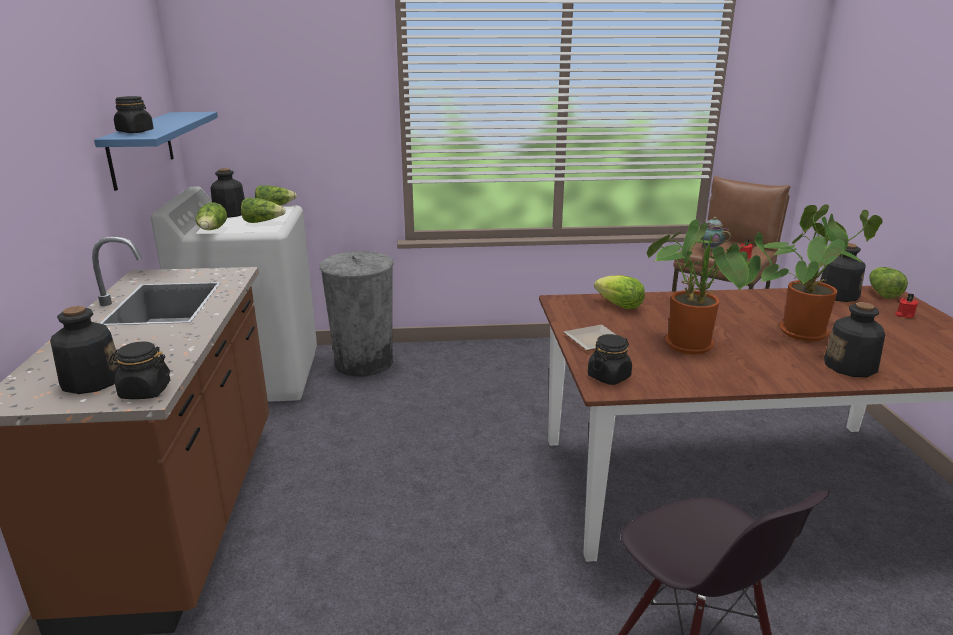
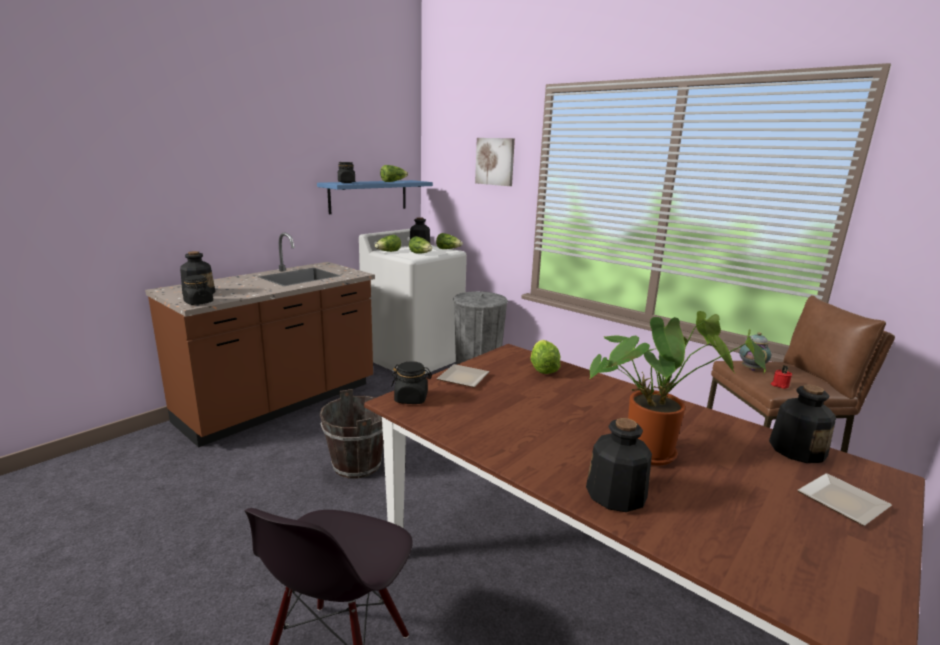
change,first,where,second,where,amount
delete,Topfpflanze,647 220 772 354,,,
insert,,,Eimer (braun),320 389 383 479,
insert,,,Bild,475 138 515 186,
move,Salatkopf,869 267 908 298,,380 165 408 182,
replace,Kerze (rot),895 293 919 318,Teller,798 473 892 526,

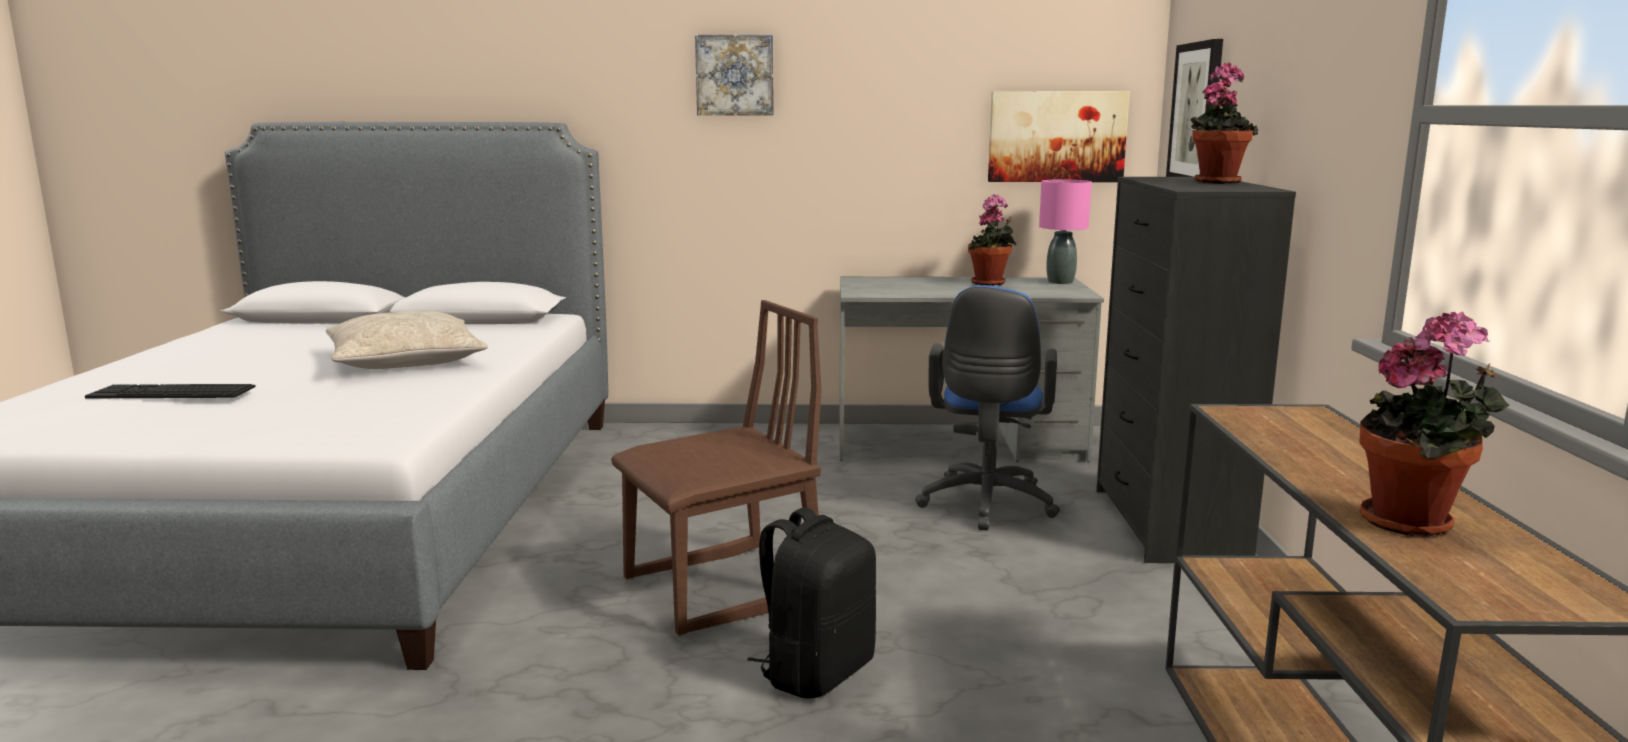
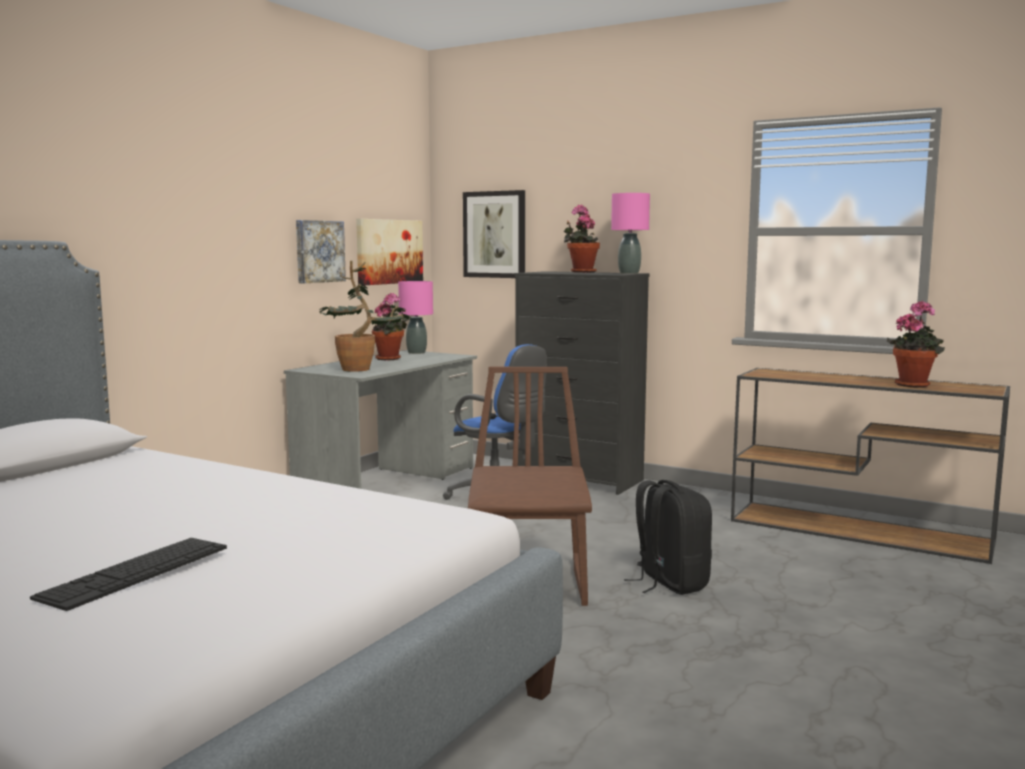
change,first,where,second,where,amount
delete,Kissen (beige),326 311 488 369,,,
insert,,,Topfpflanze,319 261 411 372,
insert,,,Tischlampe (rosa),611 193 650 274,
move,Bild,695 35 774 116,,296 220 346 283,

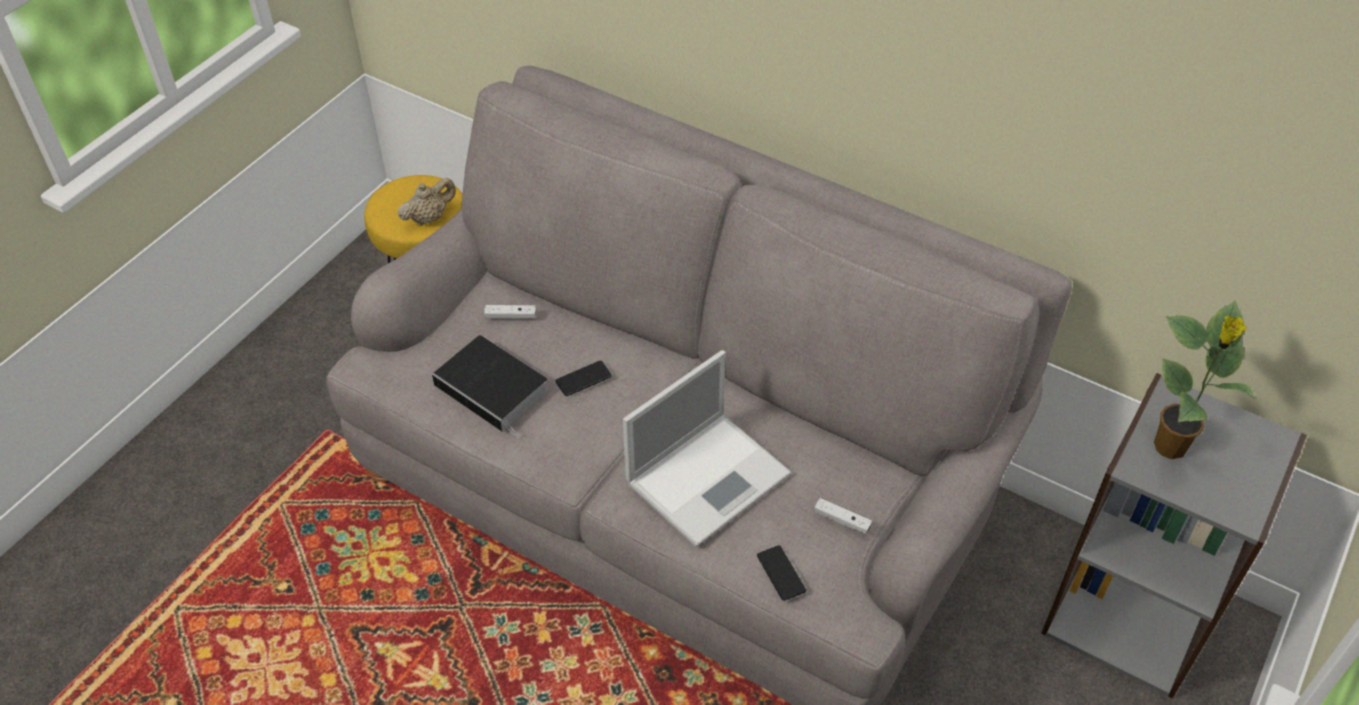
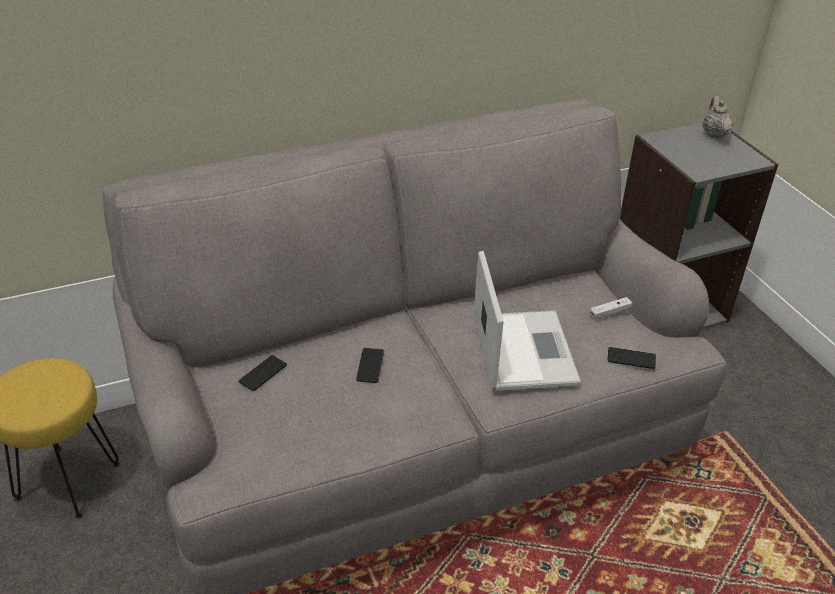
change,first,where,second,where,amount
delete,Buch,432 335 548 438,,,
delete,Topfpflanze,1154 300 1256 459,,,
move,Teekanne (beige),398 178 456 225,,703 96 733 139,
replace,Gamepad (weiß),484 305 536 319,Handy,238 355 287 391,

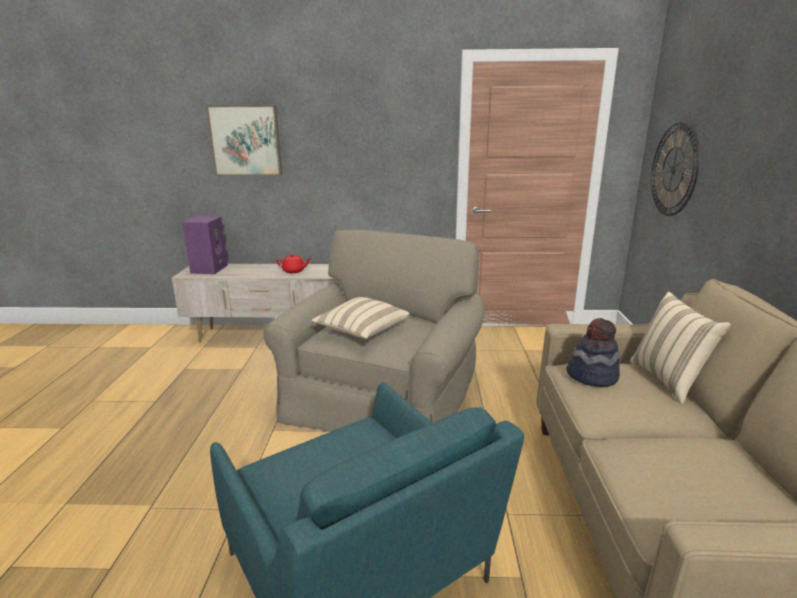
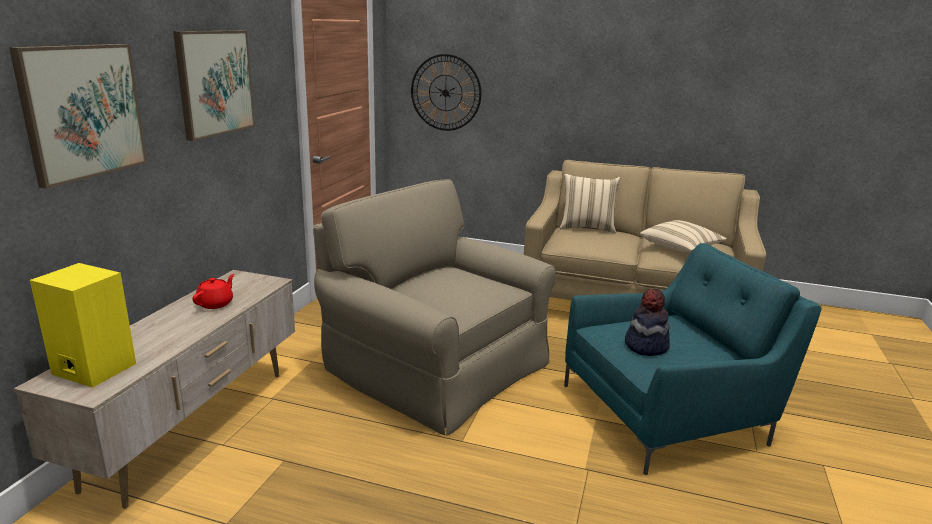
change,first,where,second,where,amount
insert,,,Bild,173 31 255 141,
move,Kissen (beige),311 297 410 339,,640 220 727 252,
move,Hut,566 318 620 387,,625 289 670 356,
recolor,Lautsprecher (lila),182 216 228 274,Lautsprecher (gelb),30 263 136 388,

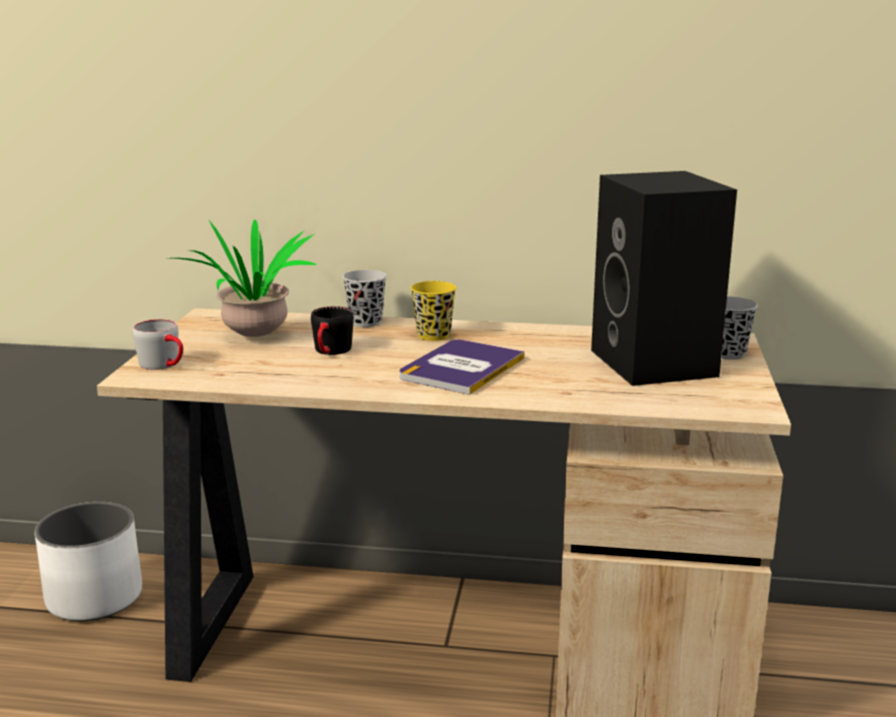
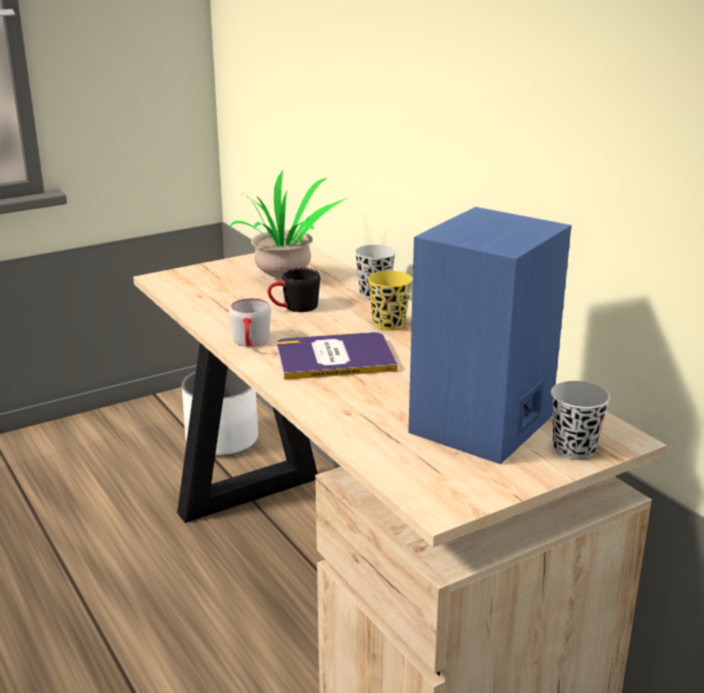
change,first,where,second,where,amount
move,Henkelbecher (grau),132 319 183 370,,229 298 271 347,
recolor,Lautsprecher (schwarz),591 171 737 386,Lautsprecher (blau),408 207 571 464,

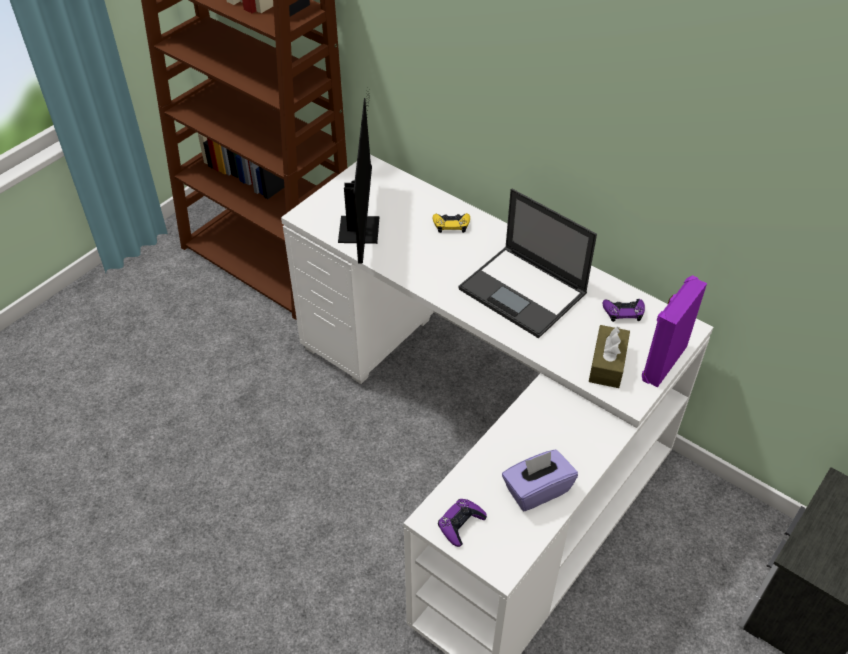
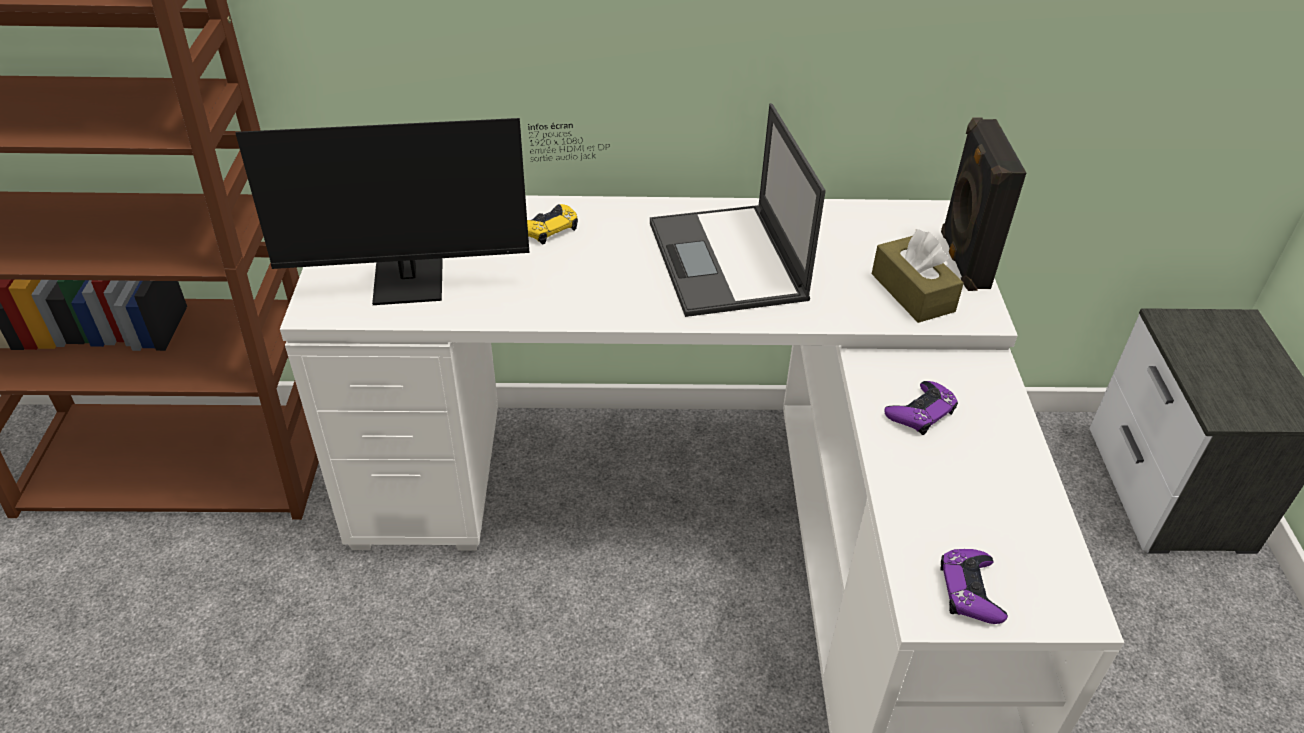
change,first,where,second,where,amount
delete,Taschentuchbox (lila),502 450 578 511,,,
move,Gamepad (lila),603 299 645 322,,884 381 958 435,
recolor,Lautsprecher (lila),642 275 707 387,Lautsprecher (schwarz),941 117 1026 291,
rotate,Monitor,338 86 379 264,,235 118 610 305,120 degrees clockwise
rotate,Laptop,458 189 597 338,,650 103 826 317,75 degrees clockwise

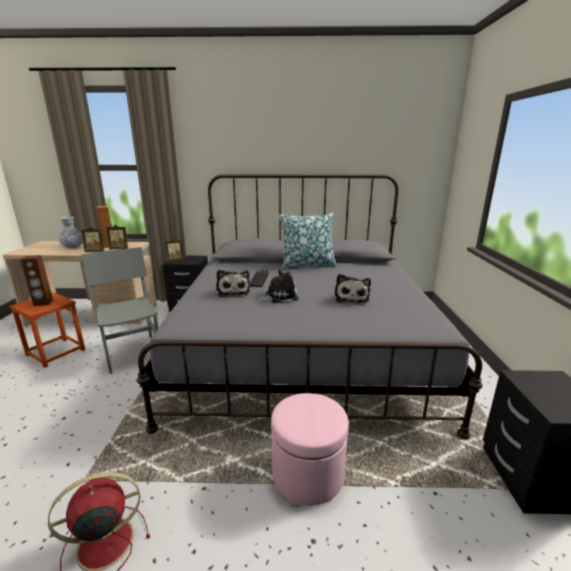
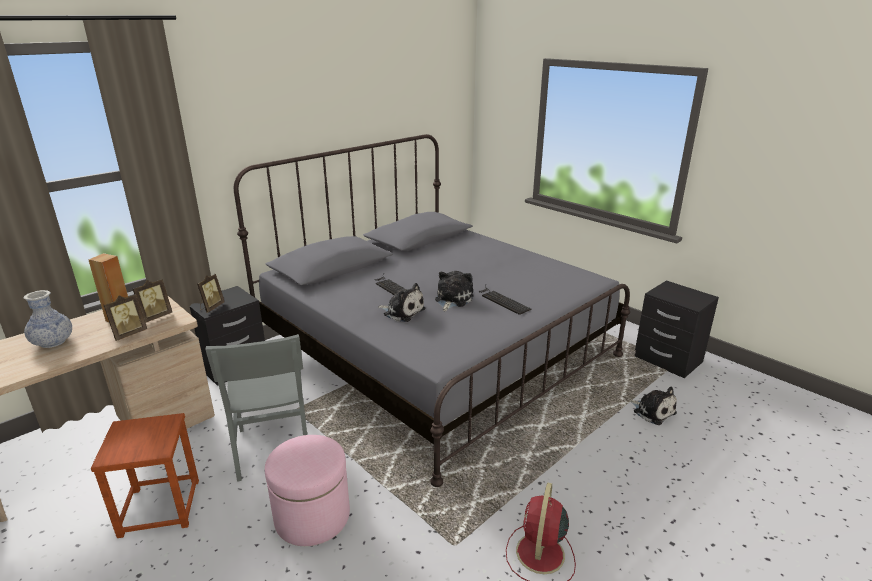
change,first,where,second,where,amount
delete,Lautsprecher (braun),21 255 53 306,,,
delete,Kissen,279 213 337 269,,,
insert,,,Tastatur,478 284 532 315,
move,Polsterhocker (rosa),271 393 349 506,,265 435 350 546,
move,Plüschtier,334 274 371 303,,629 387 677 425,
rotate,Stuhl (grau),81 247 158 374,,205 334 307 482,120 degrees counterclockwise

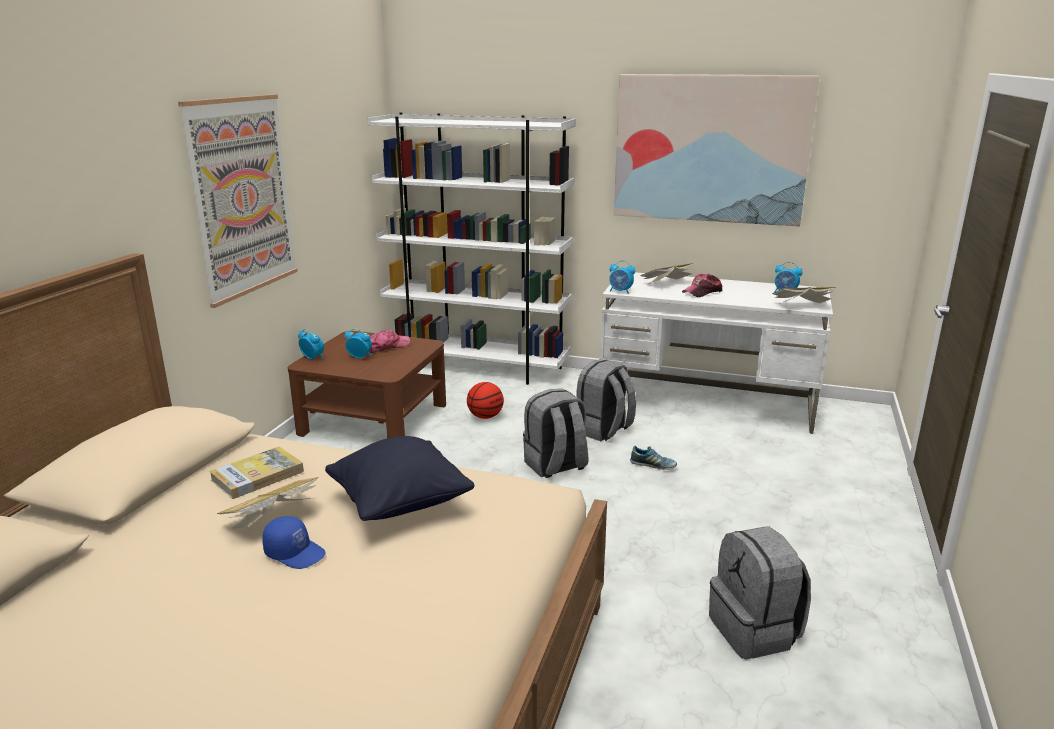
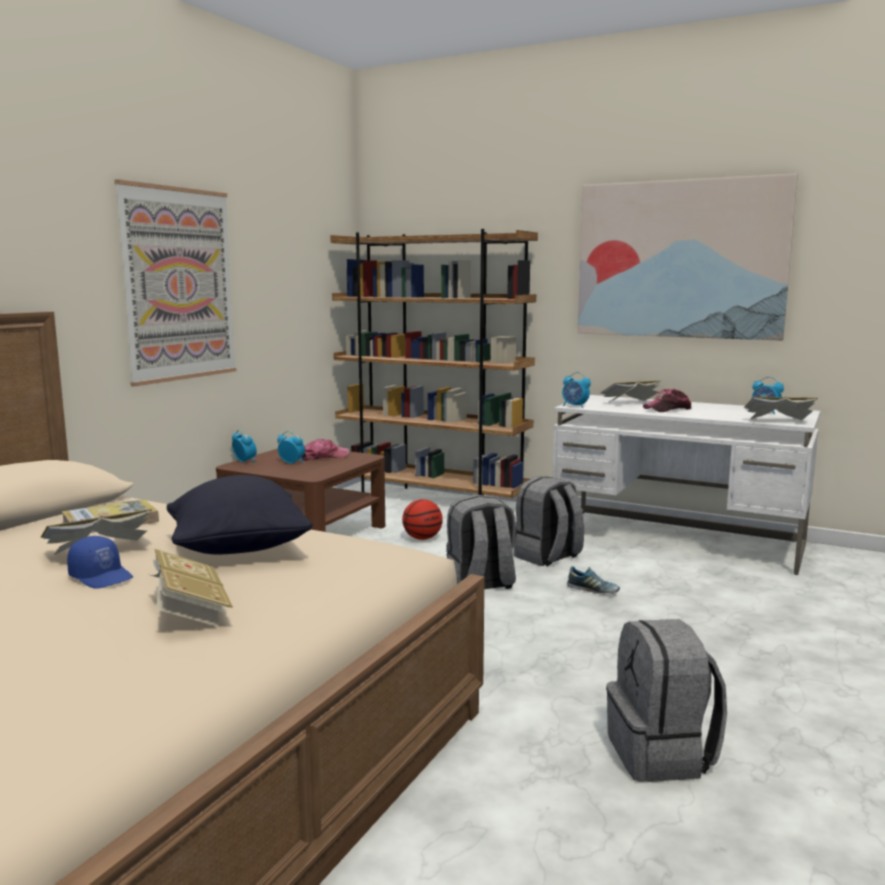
change,first,where,second,where,amount
insert,,,Buch,151 549 233 626,
recolor,Bücherregal (weiß),367 113 576 385,Bücherregal (braun),330 229 538 498,

